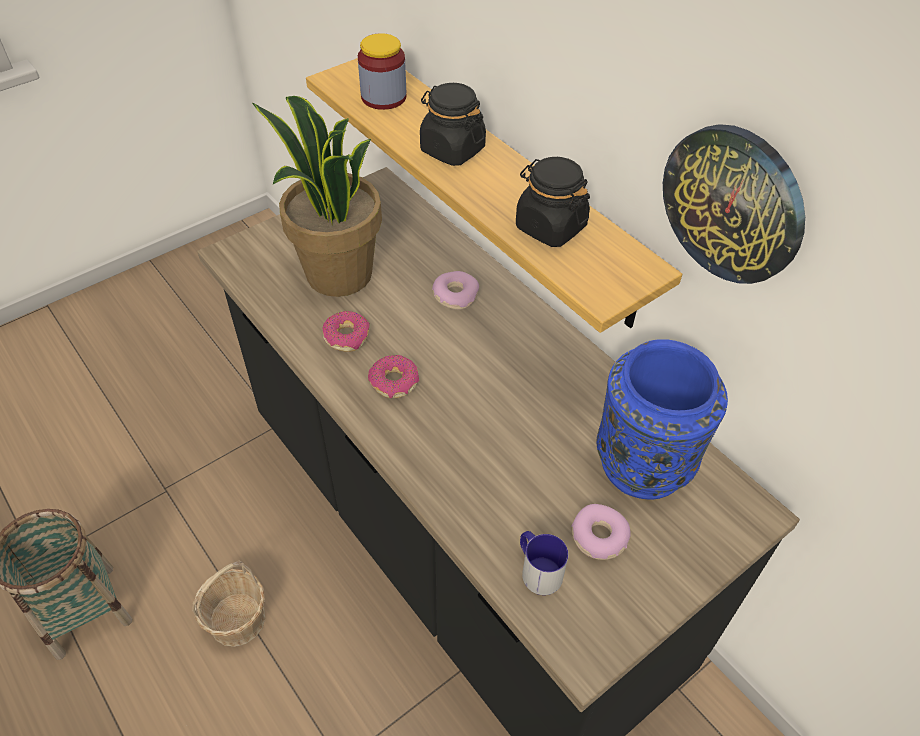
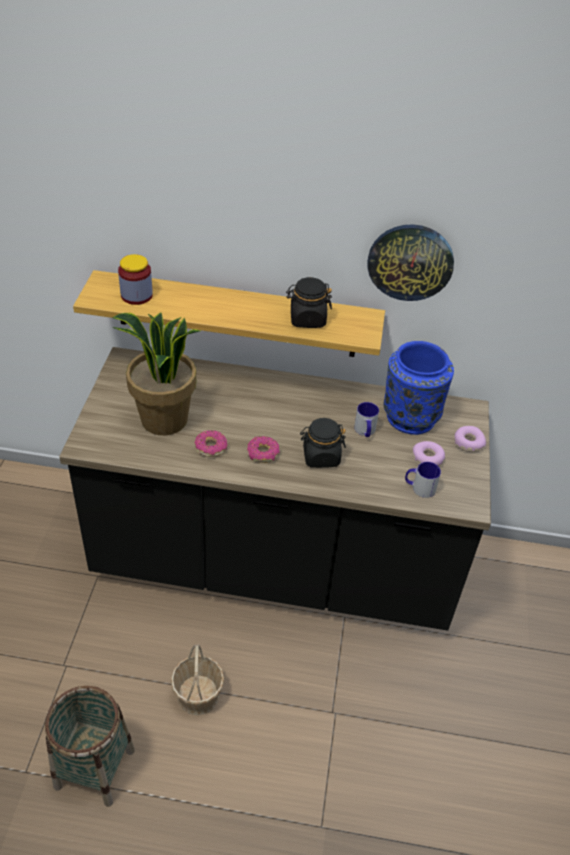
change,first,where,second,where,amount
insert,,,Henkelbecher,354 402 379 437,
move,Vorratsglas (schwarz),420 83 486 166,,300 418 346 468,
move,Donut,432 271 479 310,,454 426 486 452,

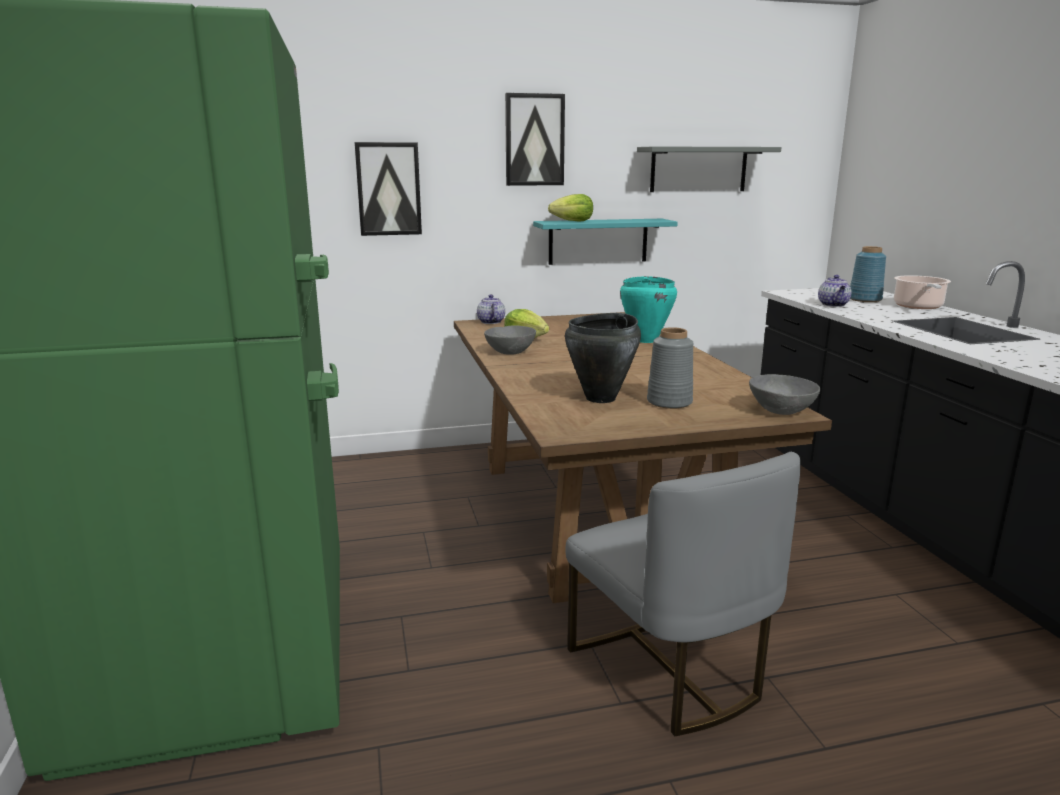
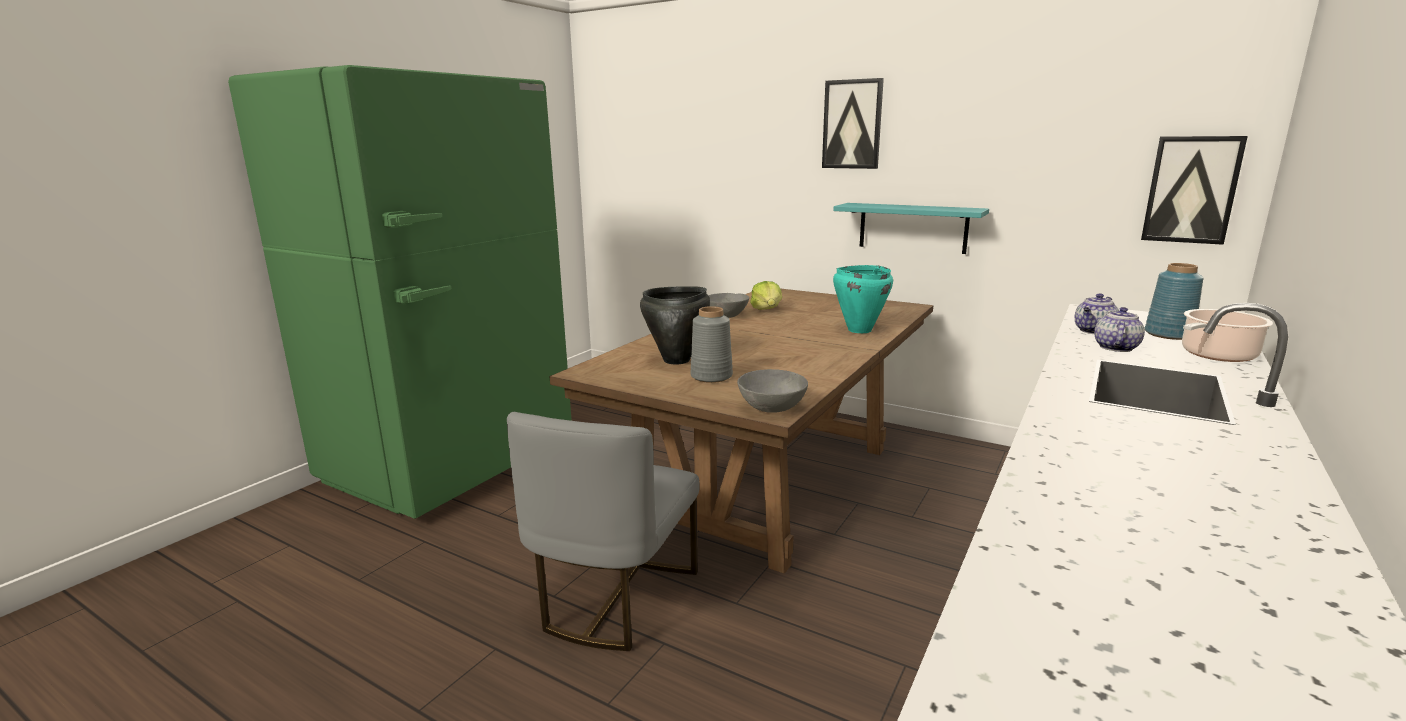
change,first,where,second,where,amount
delete,Salatkopf,548 194 593 222,,,
delete,Wandregal (grau),637 146 782 192,,,
move,Bild,355 142 422 236,,1141 136 1248 245,
move,Teekanne,477 294 505 324,,1094 307 1145 352,

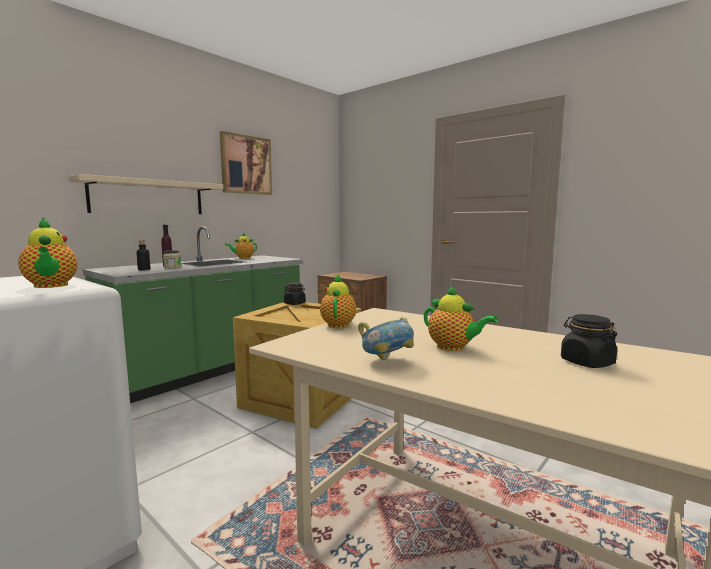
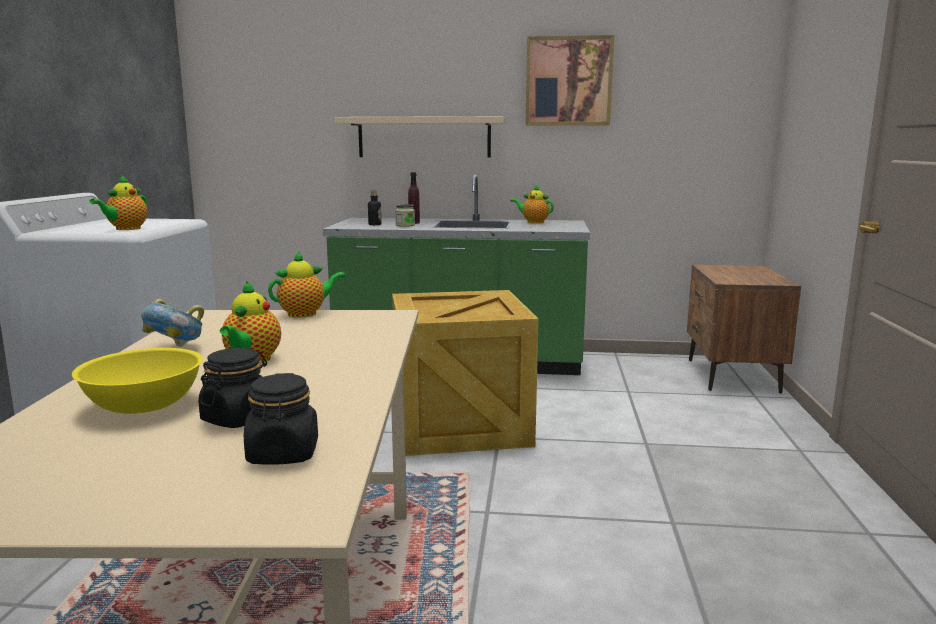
change,first,where,second,where,amount
insert,,,Schüssel (gelb),72 348 203 414,
move,Vorratsglas (schwarz),284 282 306 305,,244 373 318 465,

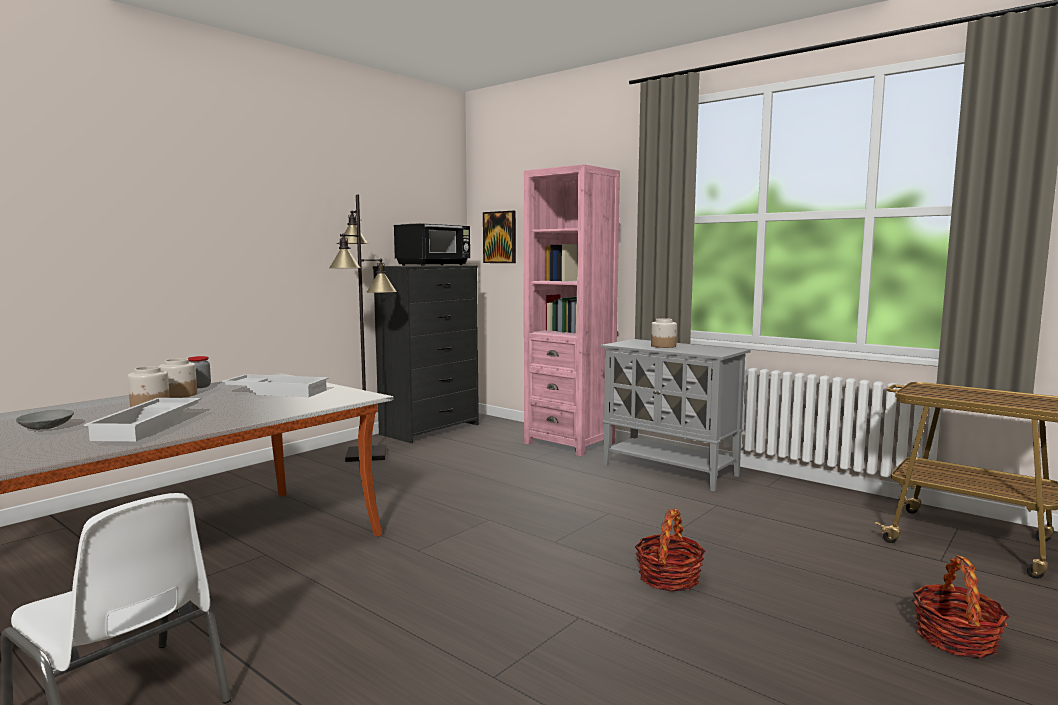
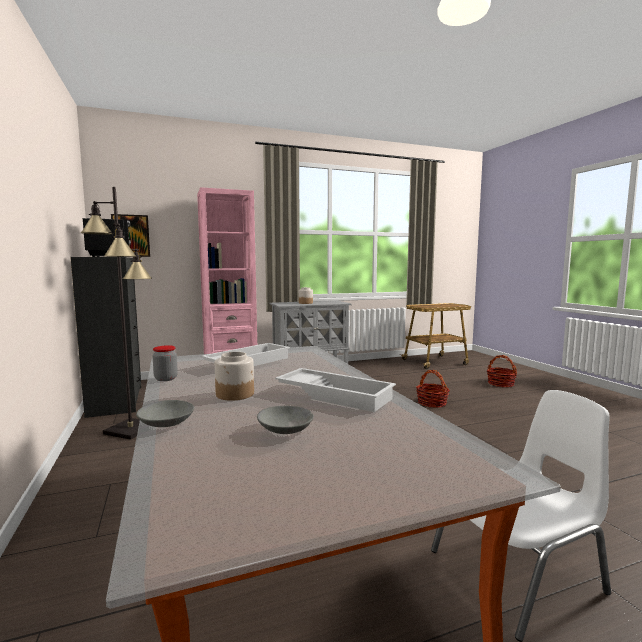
change,first,where,second,where,amount
delete,Vorratsglas,159 358 197 398,,,
insert,,,Schüssel (grau),136 400 194 427,

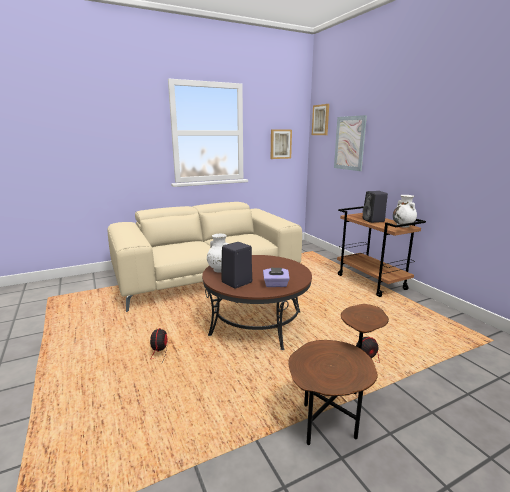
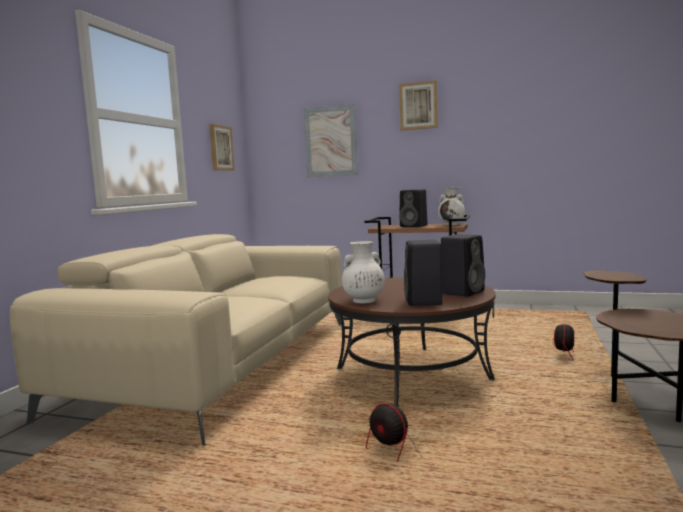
change,first,where,second,where,amount
move,Bild,312 104 329 135,,399 80 438 131,
replace,Taschentuchbox (lila),263 267 290 287,Lautsprecher (schwarz),441 234 485 297,

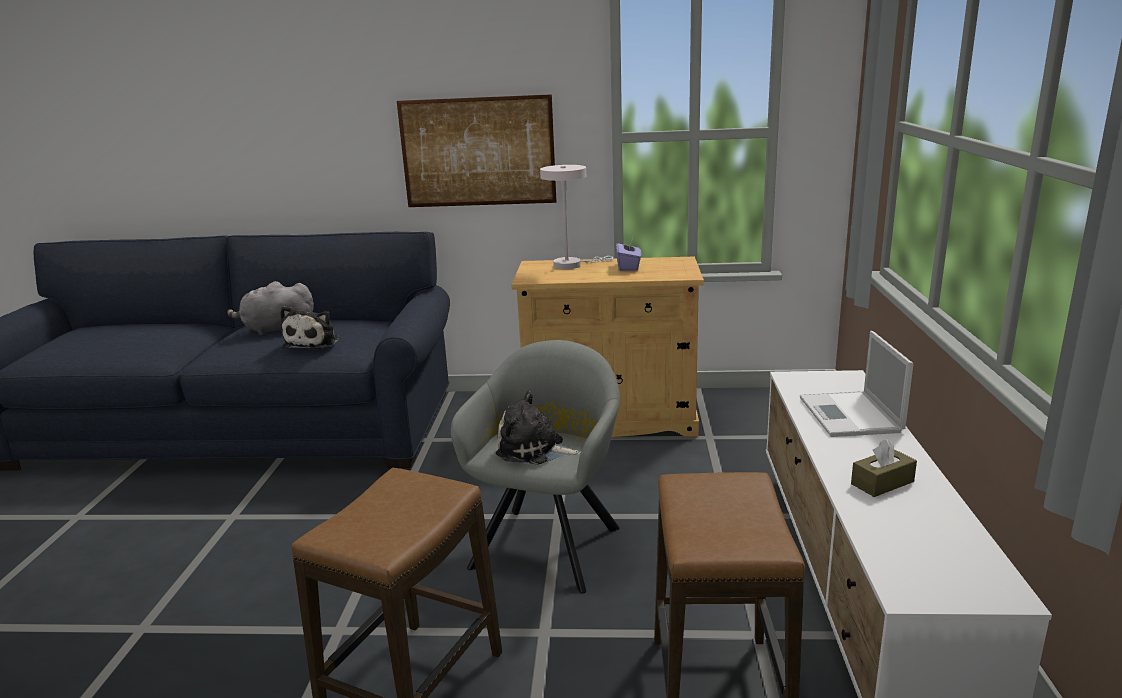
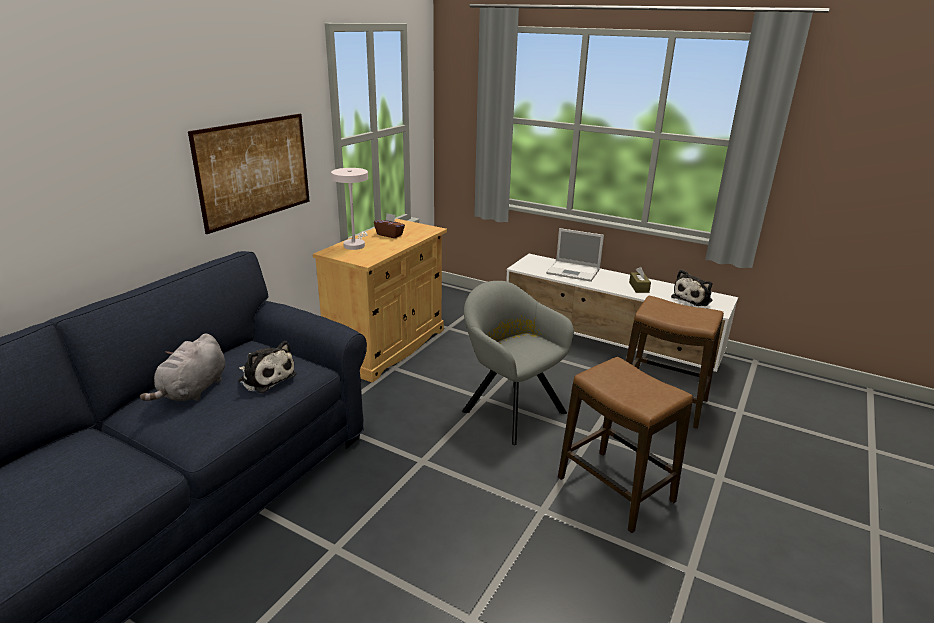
change,first,where,second,where,amount
move,Plüschtier,496 391 581 465,,671 270 713 306,
recolor,Taschentuchbox (lila),616 240 641 271,Taschentuchbox (braun),374 213 405 238,

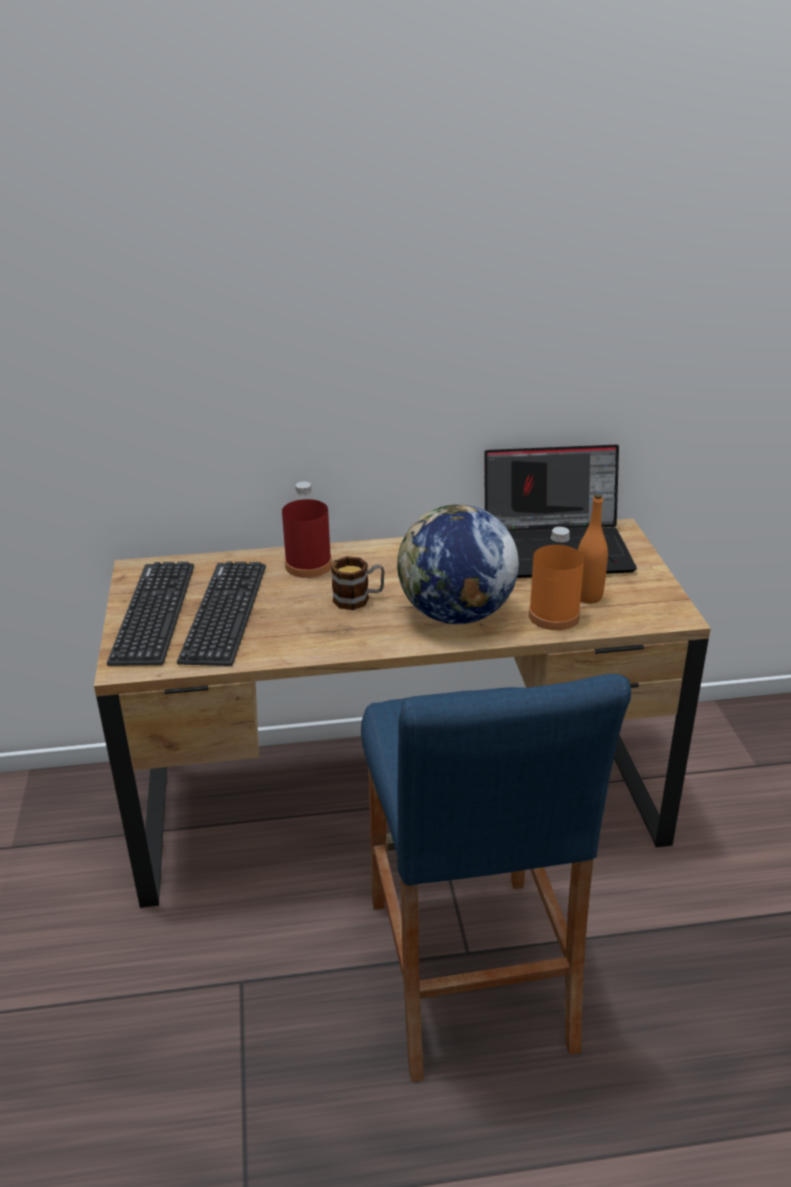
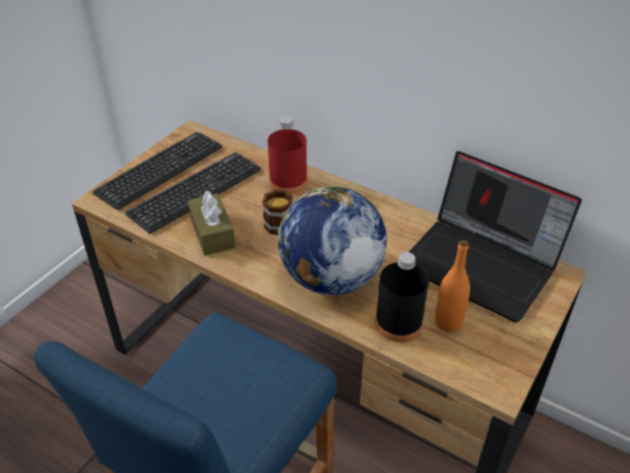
change,first,where,second,where,amount
insert,,,Taschentuchbox (braun),188 191 235 256,
recolor,Flasche (orange),529 527 584 630,Flasche (schwarz),375 252 429 342,

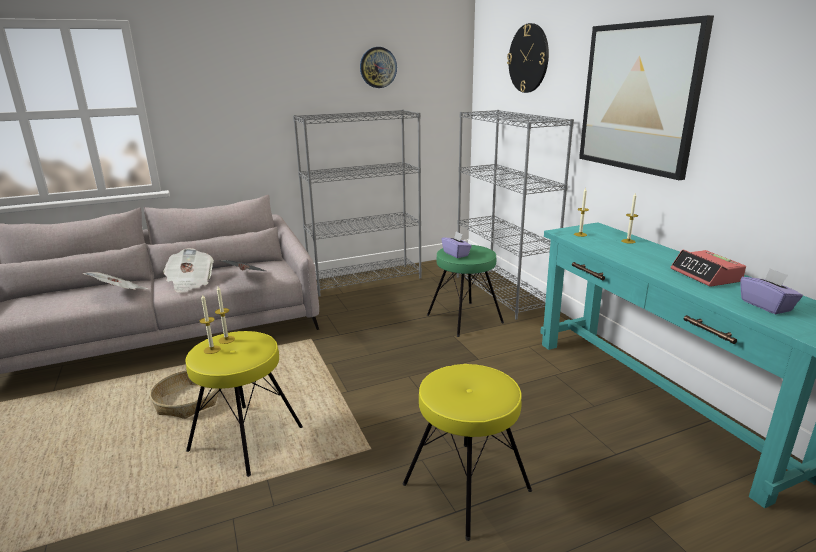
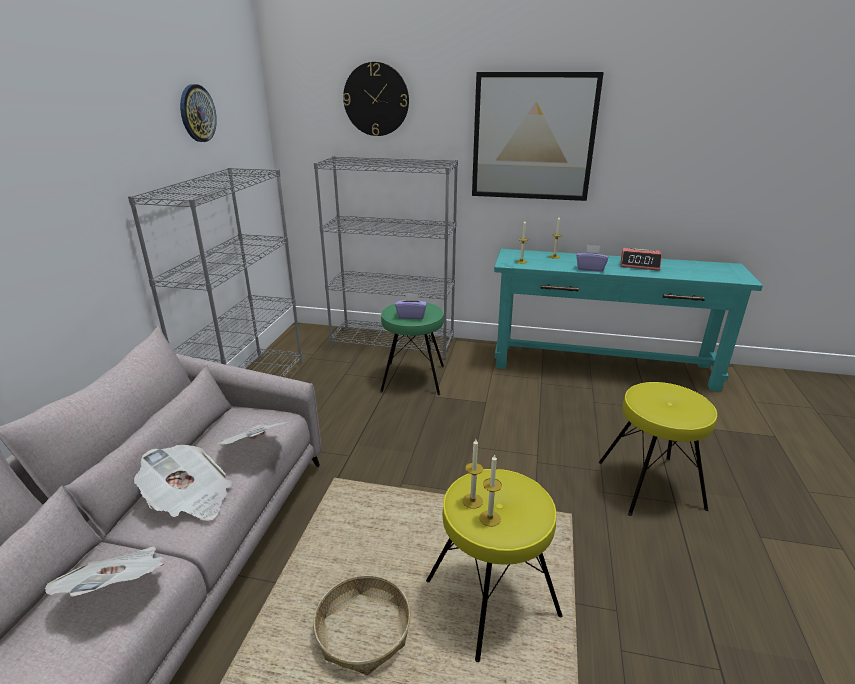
change,first,where,second,where,amount
move,Taschentuchbox (lila),740 268 803 314,,576 245 608 272,

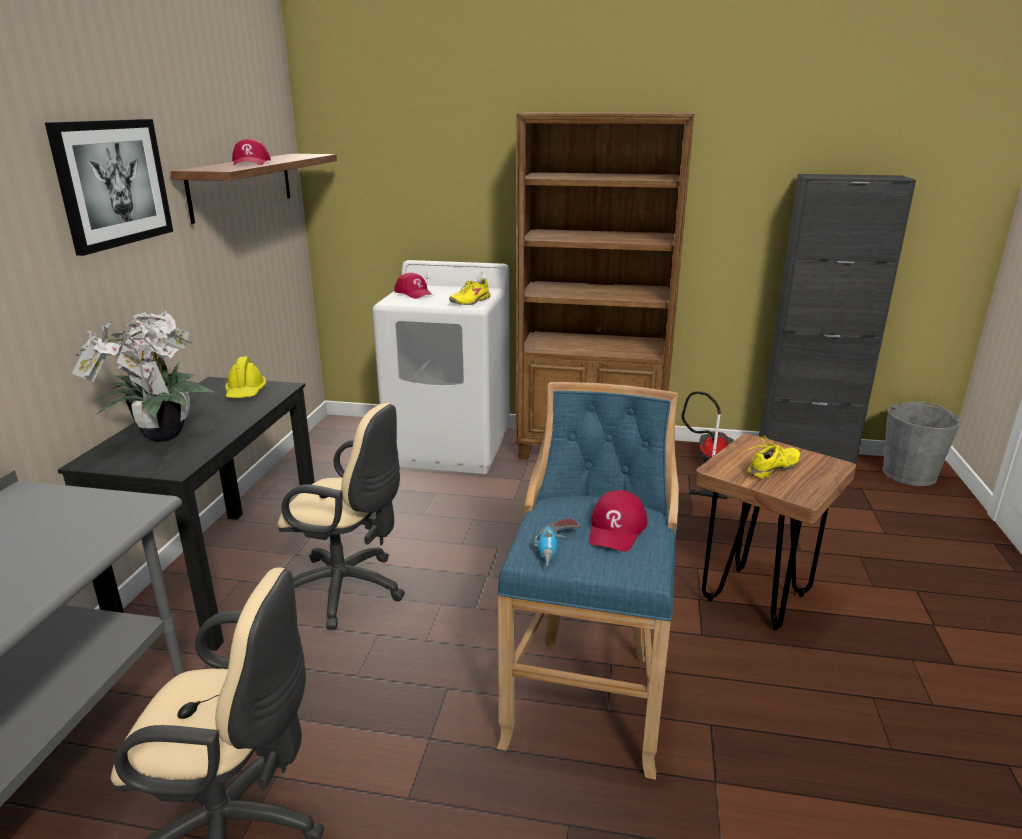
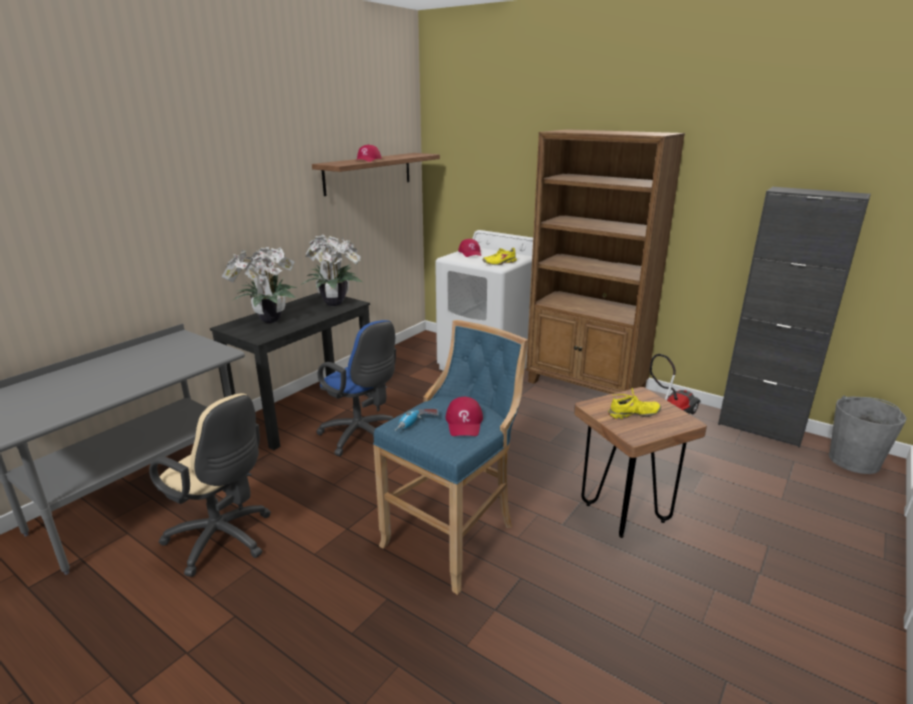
change,first,where,second,where,amount
delete,Bild,45 119 173 256,,,
replace,Schutzhelm (gelb),225 357 266 398,Topfpflanze,300 234 363 306,
recolor,Bürostuhl (beige),278 403 405 630,Bürostuhl (blau),316 320 396 456,
rotate,Kappe (rot),589 490 647 552,,446 397 483 436,45 degrees counterclockwise

